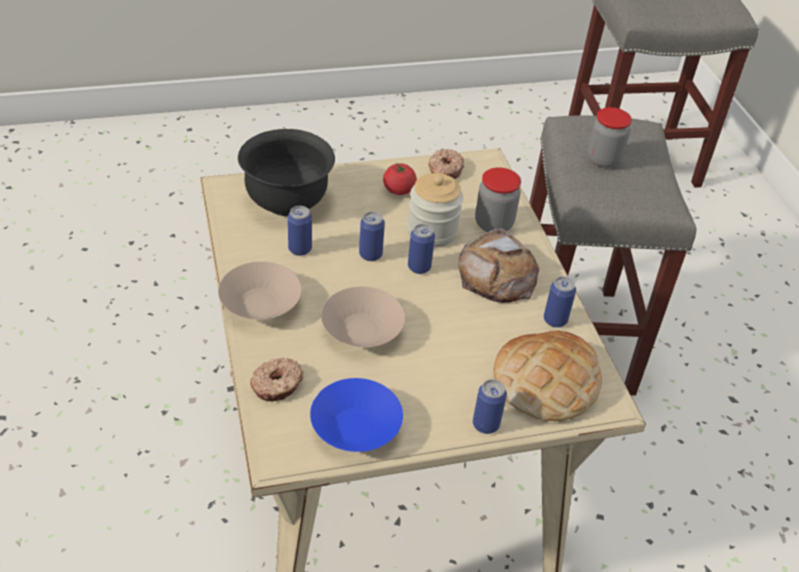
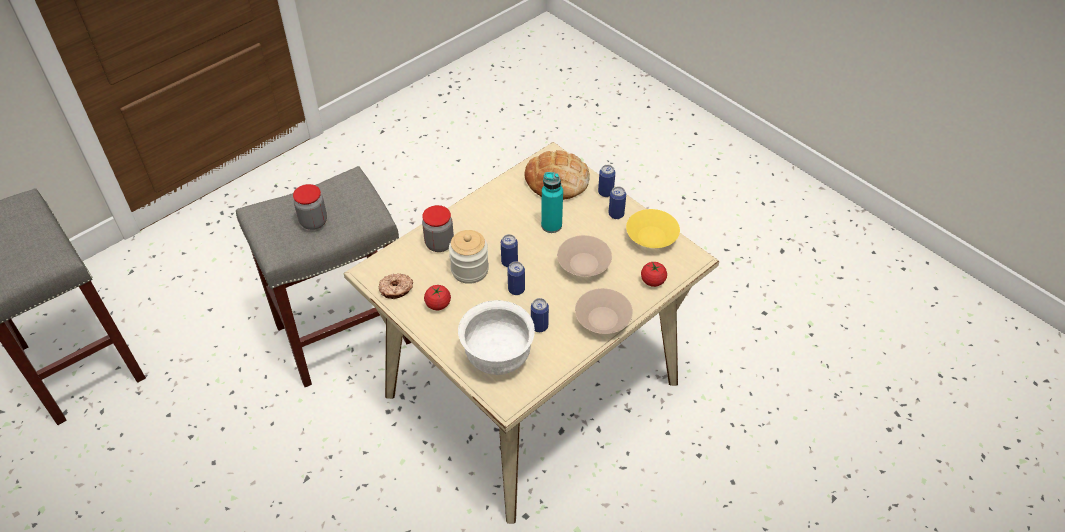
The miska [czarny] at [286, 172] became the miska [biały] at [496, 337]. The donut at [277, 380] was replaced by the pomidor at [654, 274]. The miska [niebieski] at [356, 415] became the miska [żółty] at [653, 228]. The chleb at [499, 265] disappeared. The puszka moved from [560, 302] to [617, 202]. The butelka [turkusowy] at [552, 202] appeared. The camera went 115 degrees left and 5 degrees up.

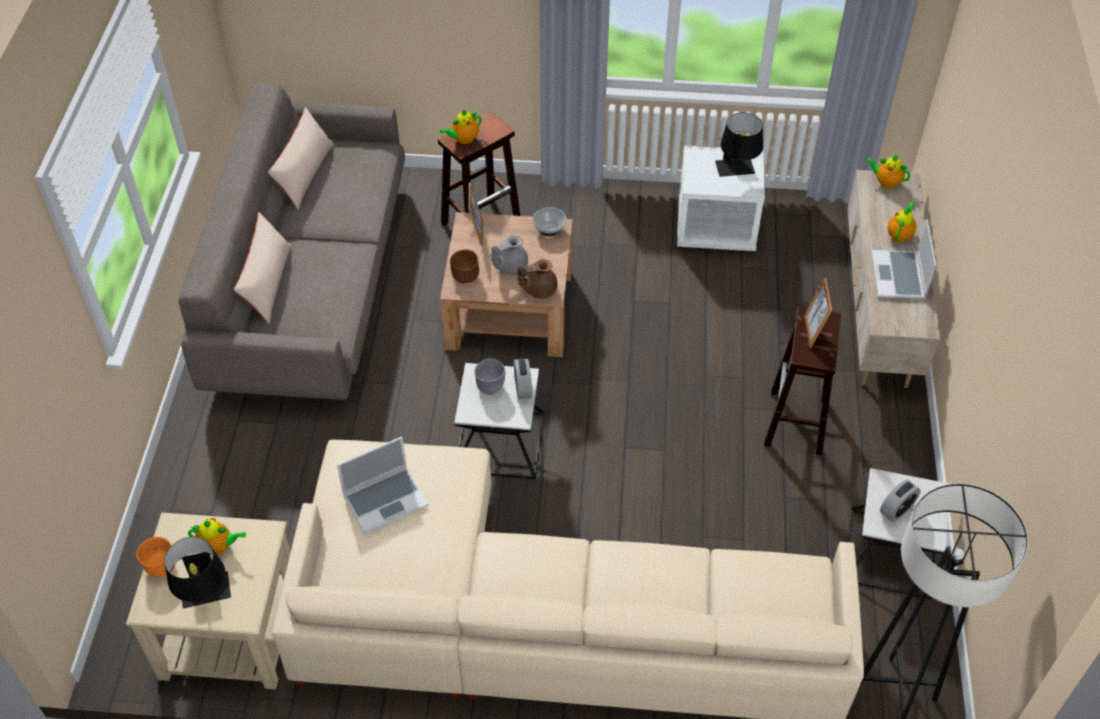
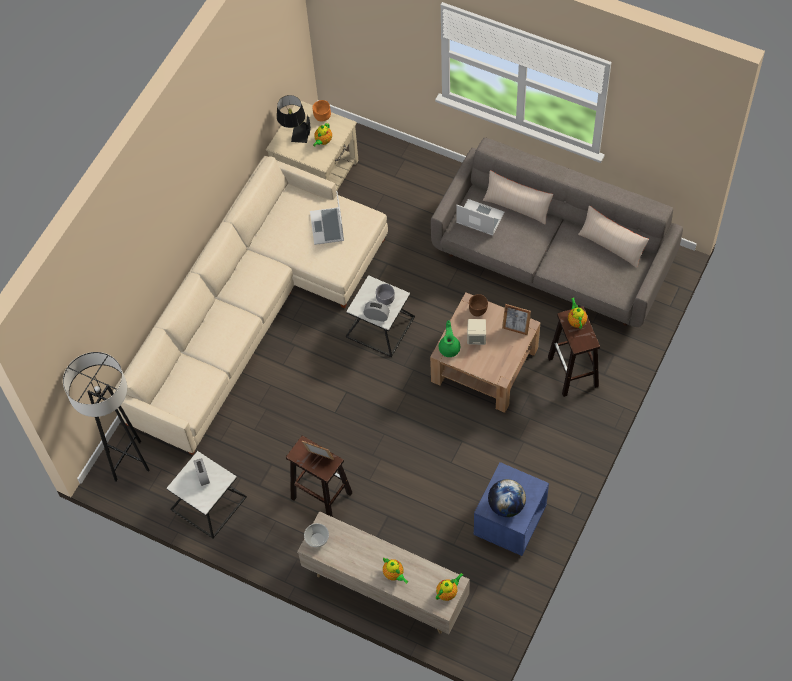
The imbryk [szary] at [510, 255] was replaced by the głośnik [beżowy] at [476, 332]. The imbryk [brązowy] at [538, 279] became the imbryk [zielony] at [449, 338]. The miska moved from [549, 222] to [316, 535]. The szafka nocna [biały] at [721, 198] became the szafka nocna [niebieski] at [511, 509]. The lampa stołowa [czarny] at [739, 144] was replaced by the globus at [507, 498]. The laptop moved from [903, 259] to [480, 217]. The camera went 115 degrees right and 10 degrees up.

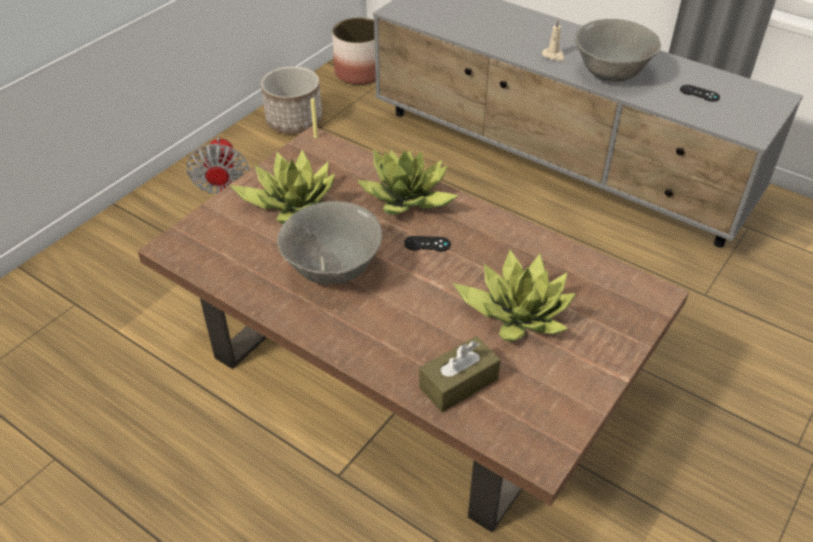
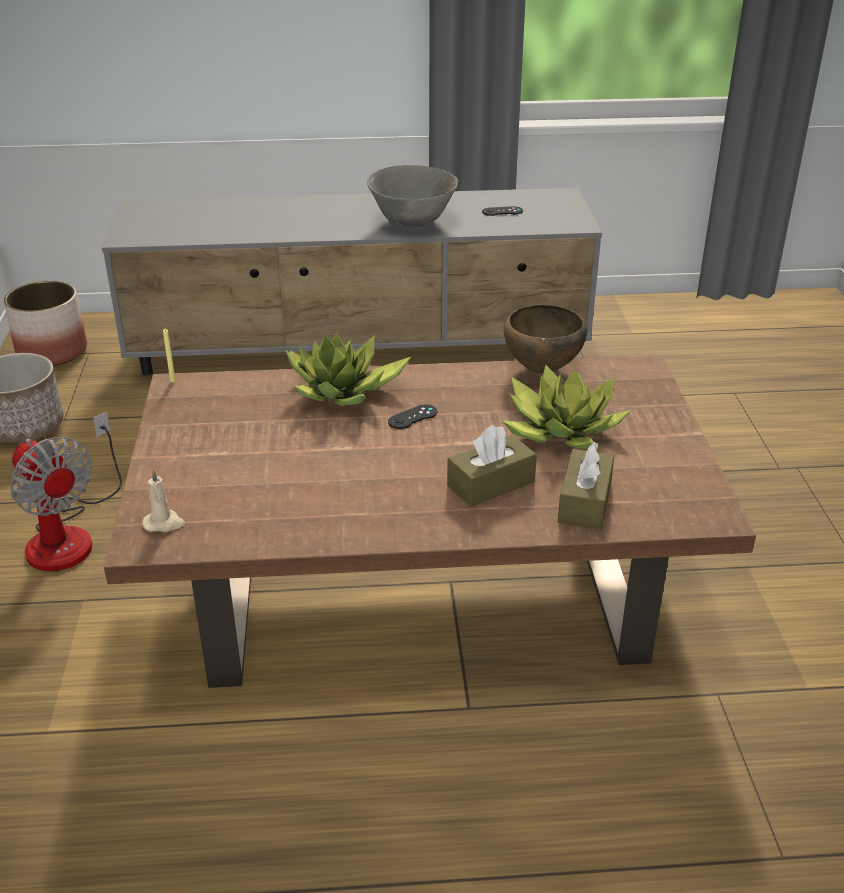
The roślina doniczkowa at [282, 187] disappeared. The miska [szary] at [329, 243] disappeared. The świeca [beżowy] moved from [553, 40] to [163, 500]. The pudełko chusteczek [brązowy] at [492, 466] appeared. The miska [brązowy] at [545, 338] appeared. The camera went 40 degrees left and 10 degrees down.

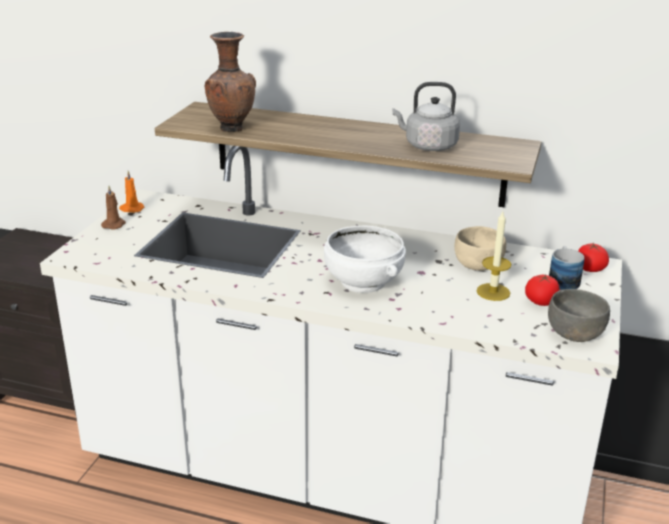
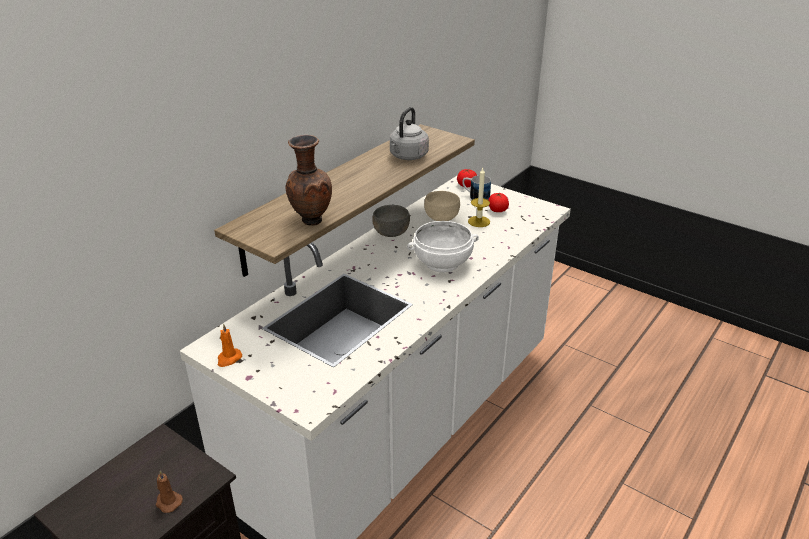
The świeca [brązowy] moved from [113, 208] to [169, 492]. The miska [szary] moved from [579, 315] to [391, 221]. The camera went 70 degrees left and 5 degrees up.

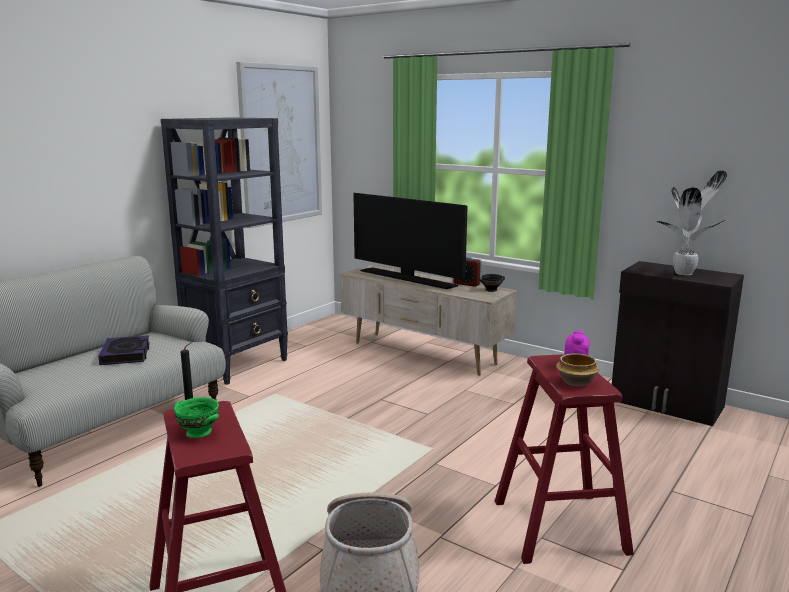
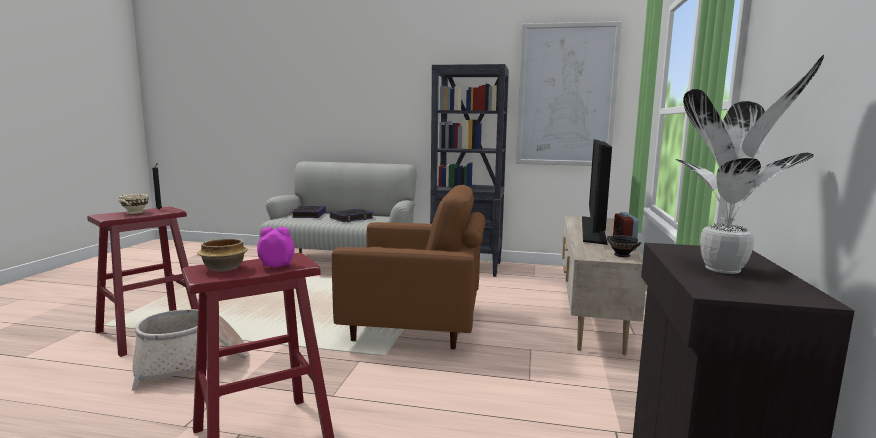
The miska [zielony] at [196, 417] became the miska [beżowy] at [133, 204]. The książka at [309, 212] appeared. The fotel [brązowy] at [409, 267] appeared. The camera went 65 degrees right and 5 degrees down.

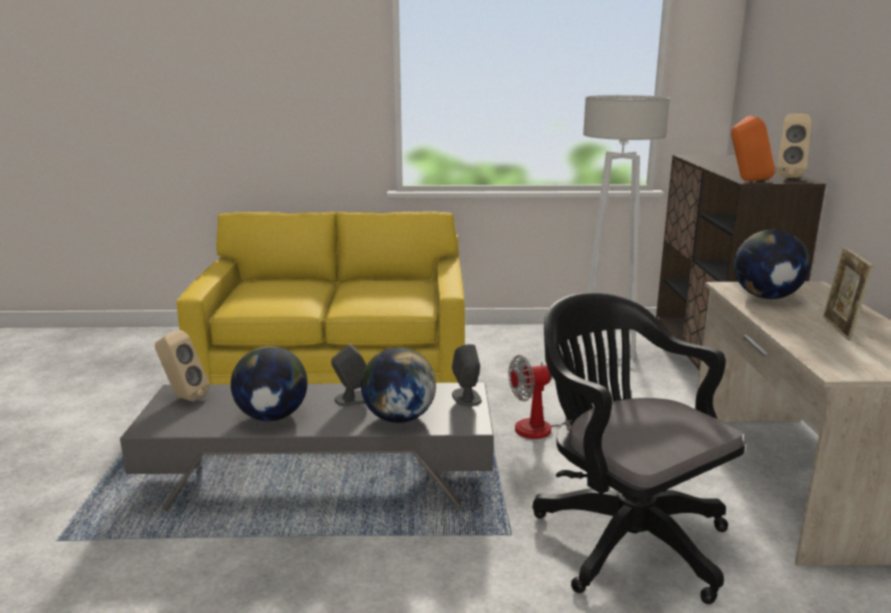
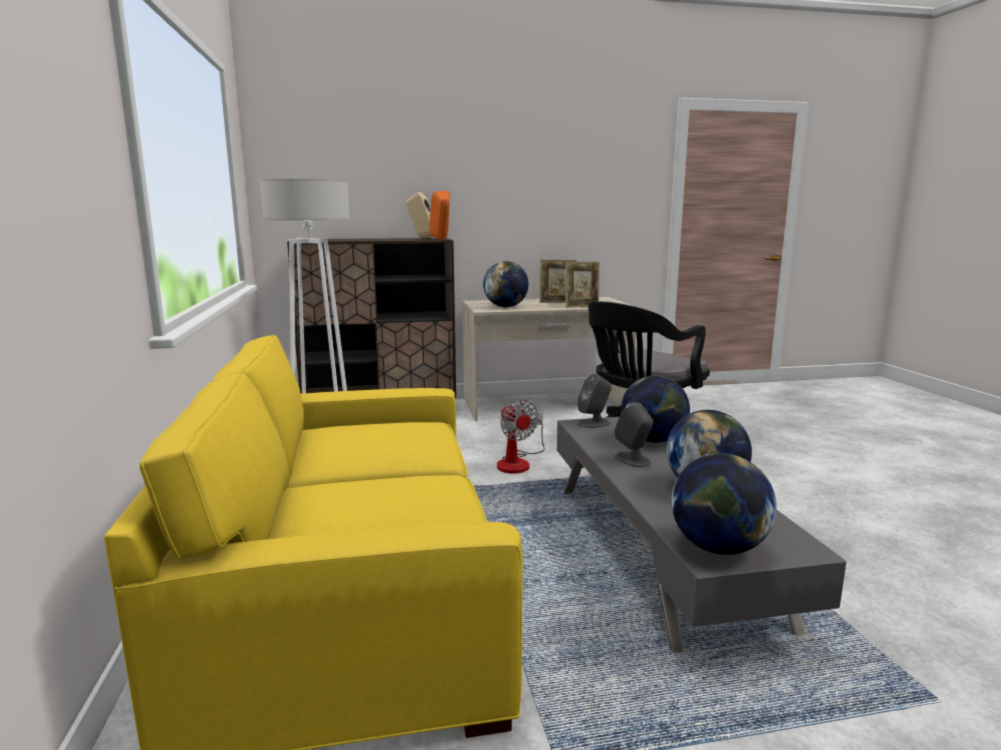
The głośnik [beżowy] at [182, 366] was replaced by the globus at [724, 504]. The ramka na zdjęcie at [583, 285] appeared. The camera went 100 degrees left and 5 degrees down.

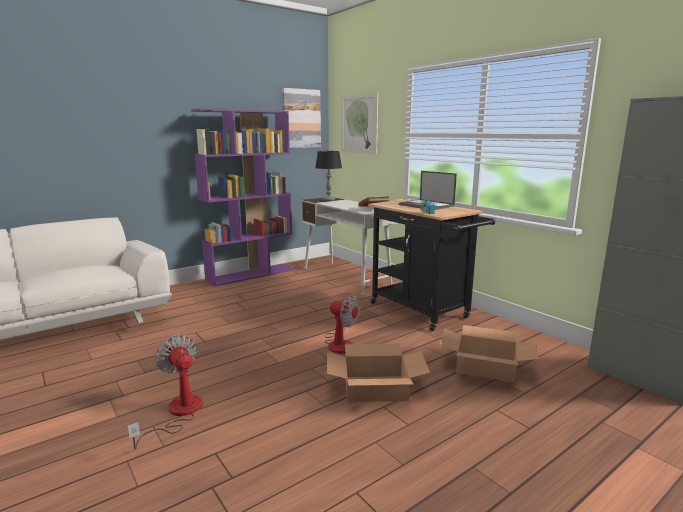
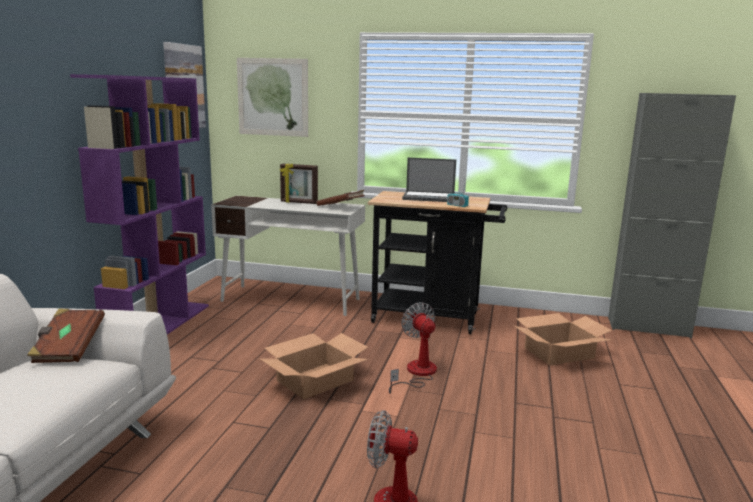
The lampa stołowa at [328, 176] disappeared. The wentylator at [342, 324] turned 105 degrees counterclockwise. The karton moved from [378, 373] to [313, 366]. The książka [brązowy] at [66, 336] appeared. The ramka na zdjęcie at [299, 184] appeared. The camera went 40 degrees left and 0 degrees up.

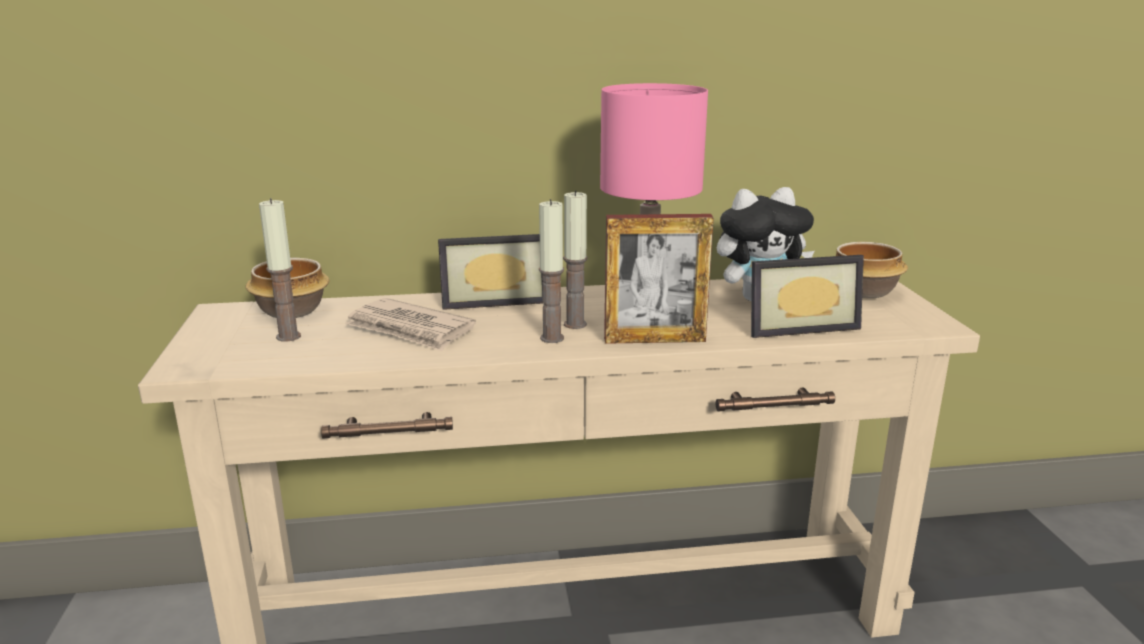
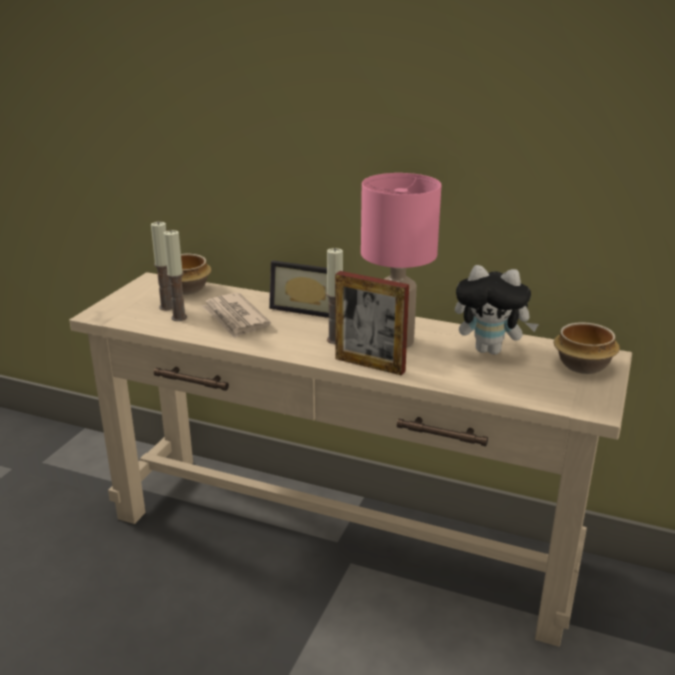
The świeca moved from [551, 271] to [175, 275]. The ramka na zdjęcie at [807, 296] disappeared. The camera went 30 degrees right and 5 degrees up.

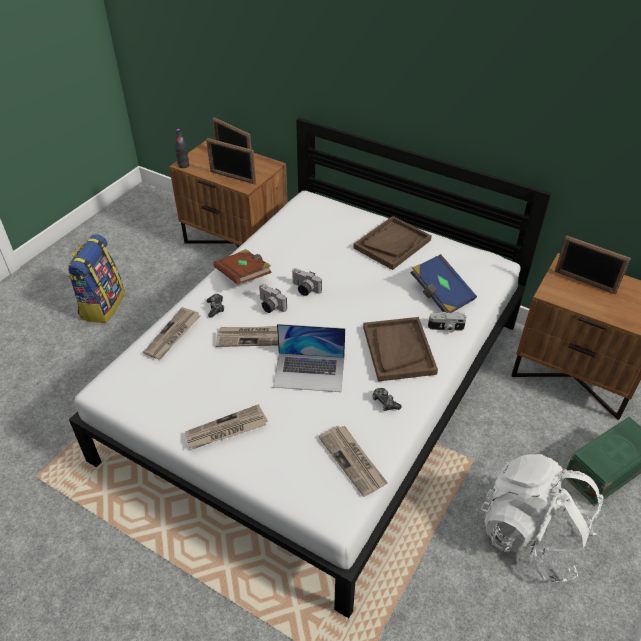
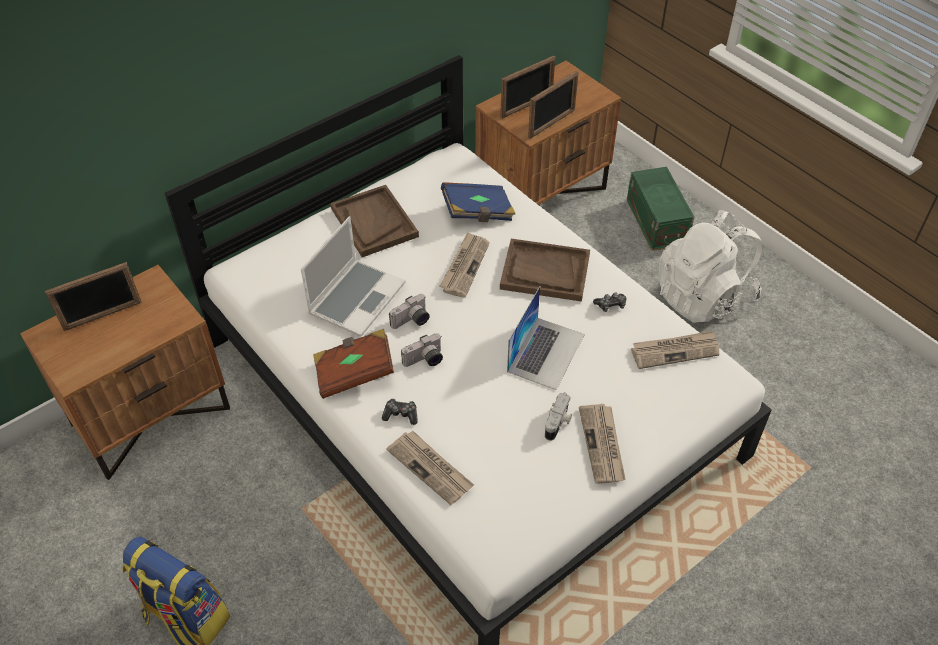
The butelka [czarny] at [182, 148] disappeared. The ramka na zdjęcie moved from [231, 161] to [553, 105]. The gazeta moved from [247, 336] to [464, 265]. The aparat fotograficzny moved from [447, 322] to [558, 416]. The laptop at [353, 276] appeared. The camera went 70 degrees left and 5 degrees up.

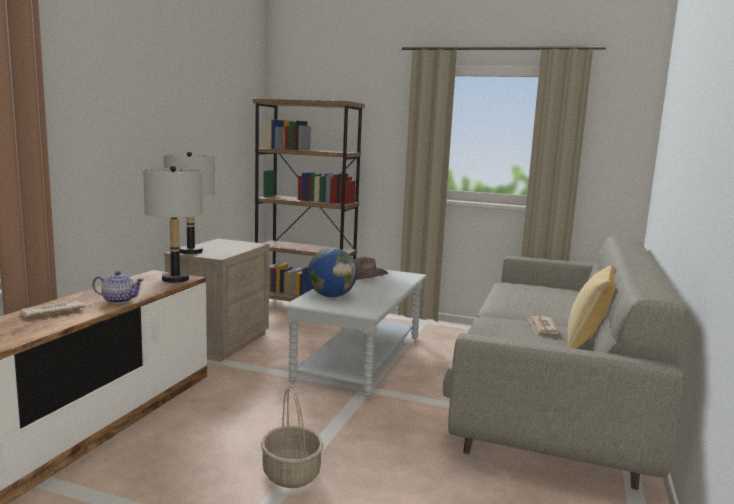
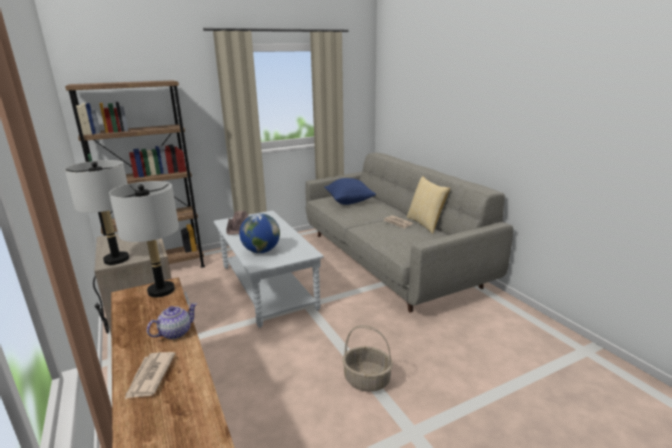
The poduszka [niebieski] at [350, 191] appeared. The camera went 45 degrees left and 10 degrees up.

